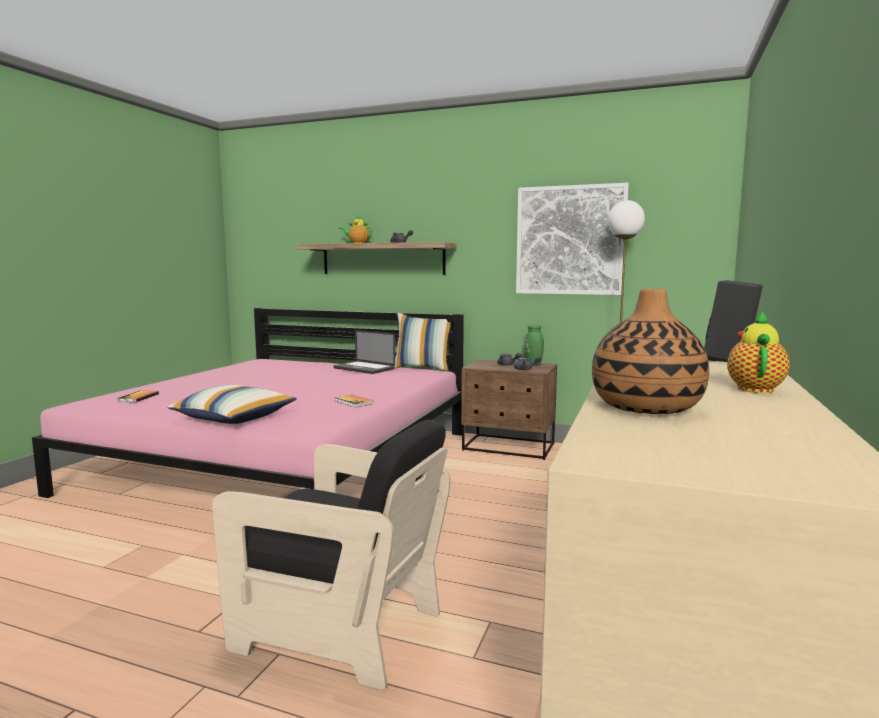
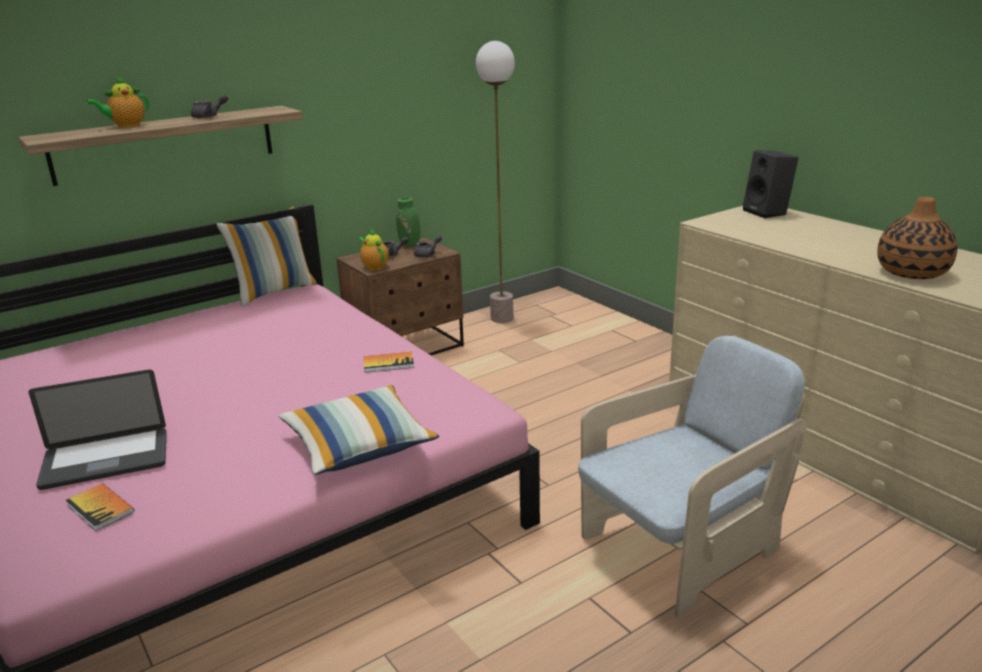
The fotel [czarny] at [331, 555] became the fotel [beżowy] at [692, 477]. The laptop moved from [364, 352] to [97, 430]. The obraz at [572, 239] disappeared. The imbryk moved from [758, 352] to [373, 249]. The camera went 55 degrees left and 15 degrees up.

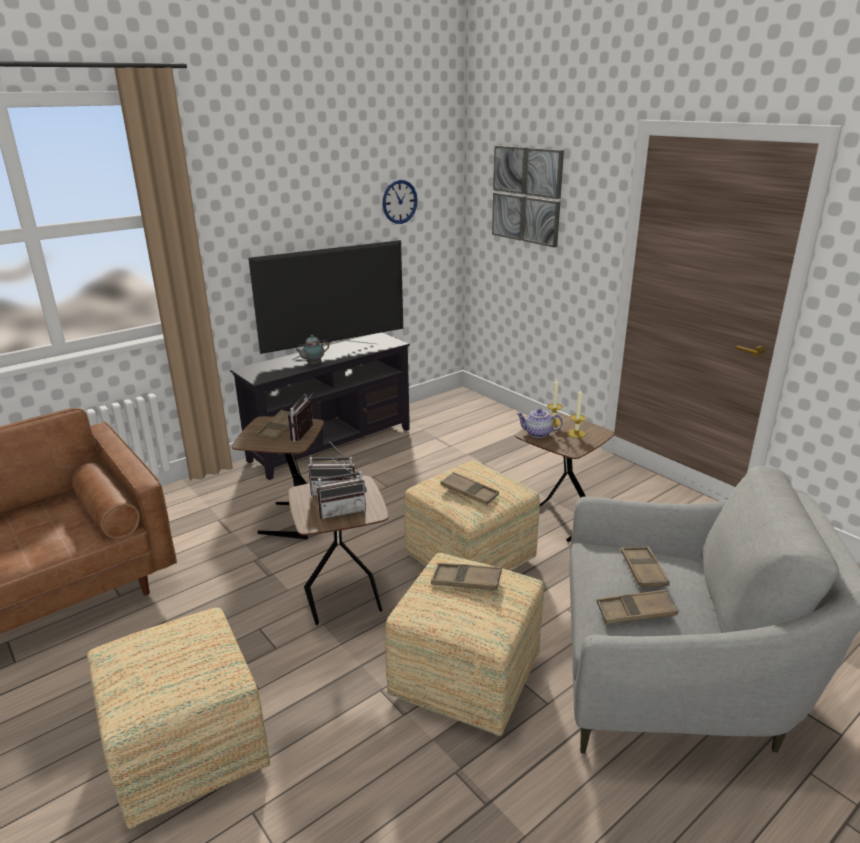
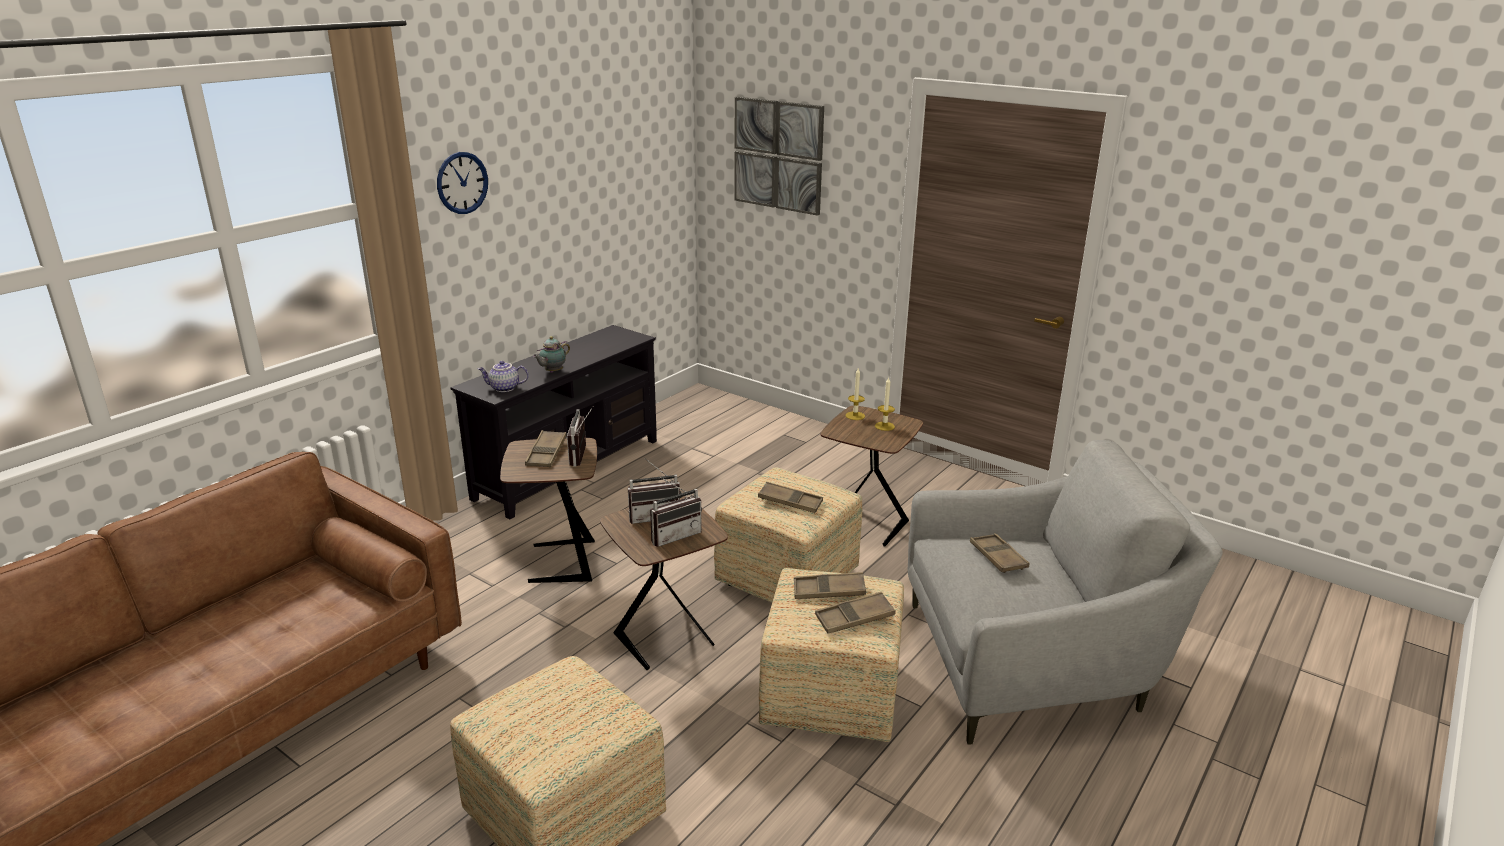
The telewizor at [325, 300] disappeared. The zegar ścienny moved from [400, 202] to [462, 183]. The imbryk moved from [540, 423] to [503, 376]. The taca [brązowy] moved from [637, 607] to [855, 613]. The camera went 15 degrees left and 0 degrees up.

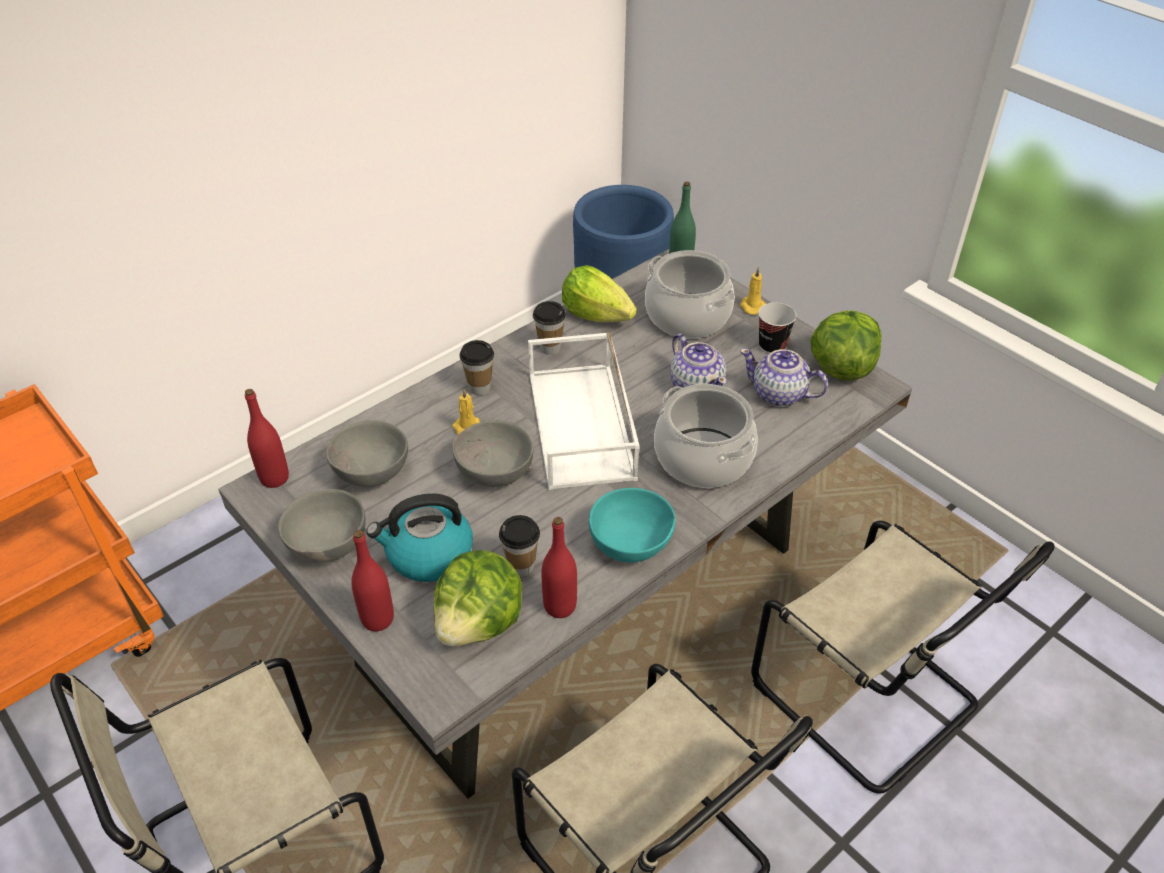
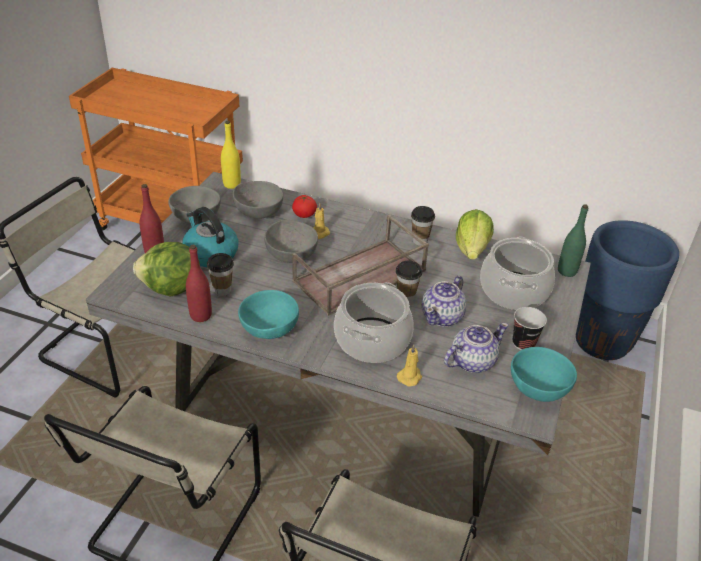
The butelka [czerwony] at [267, 438] became the butelka [żółty] at [231, 155]. The filiżanka moved from [477, 367] to [409, 282]. The taca [biały] at [583, 411] became the taca [brązowy] at [360, 265]. The świeca [żółty] moved from [752, 291] to [409, 365]. The imbryk at [784, 377] turned 60 degrees clockwise. The sałata at [846, 346] was replaced by the miska [turkusowy] at [544, 374]. The pomidor at [304, 206] appeared. The camera went 60 degrees right and 5 degrees down.

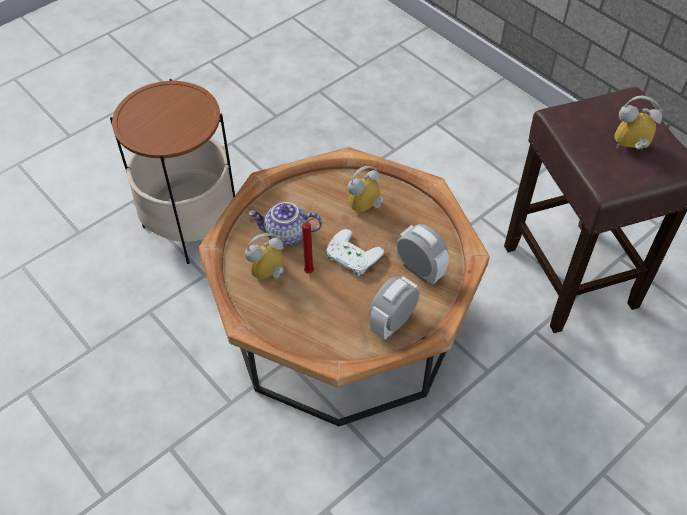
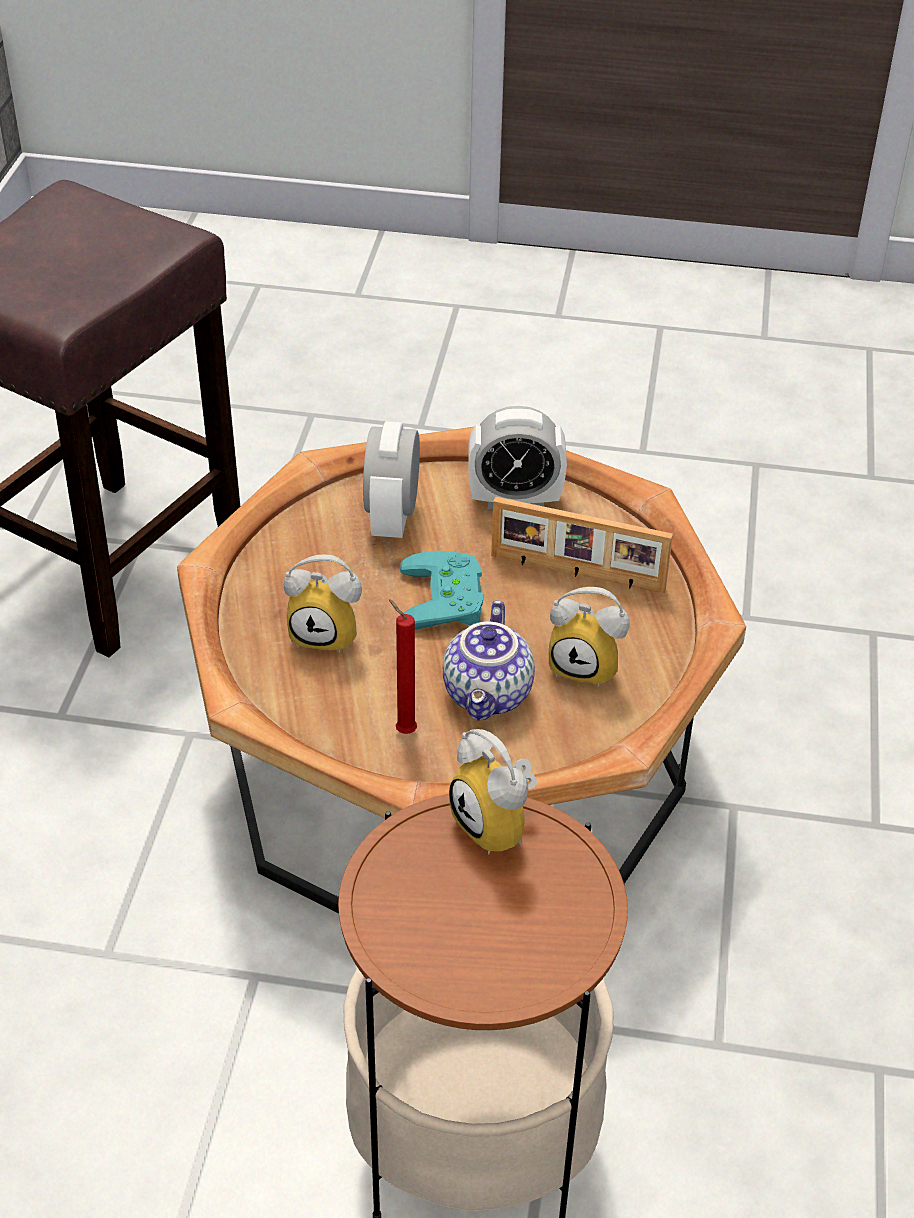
The imbryk at [285, 224] turned 45 degrees clockwise. The świeca [czerwony] moved from [308, 245] to [403, 666]. The pad do gier [biały] at [355, 252] became the pad do gier [turkusowy] at [441, 590]. The budzik moved from [638, 123] to [493, 791]. The ramka na zdjęcie at [582, 544] appeared. The camera went 130 degrees left and 10 degrees down.

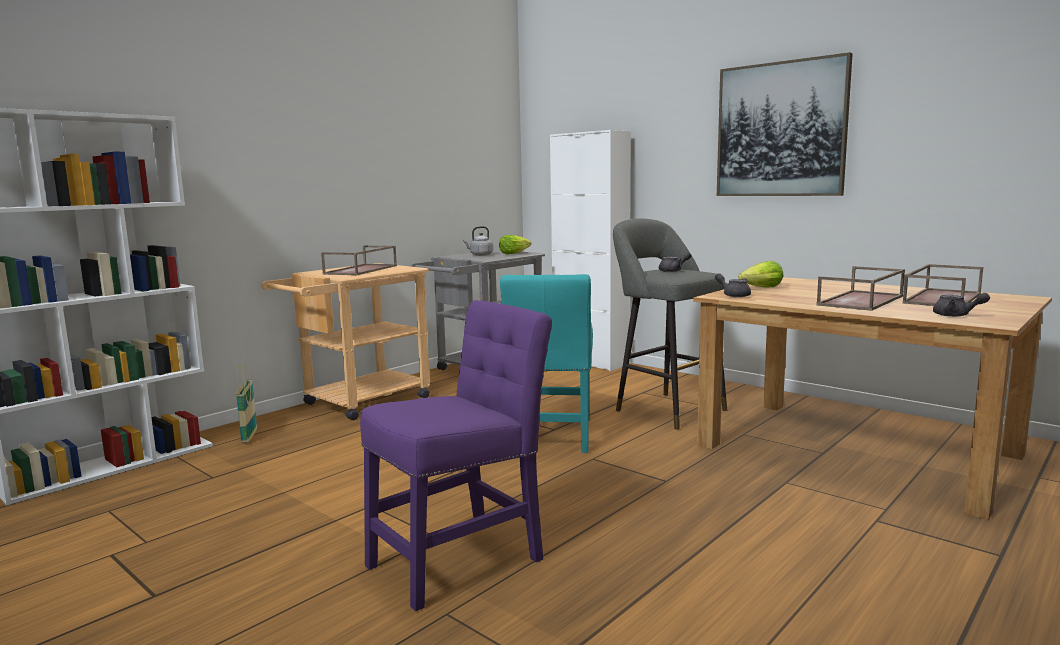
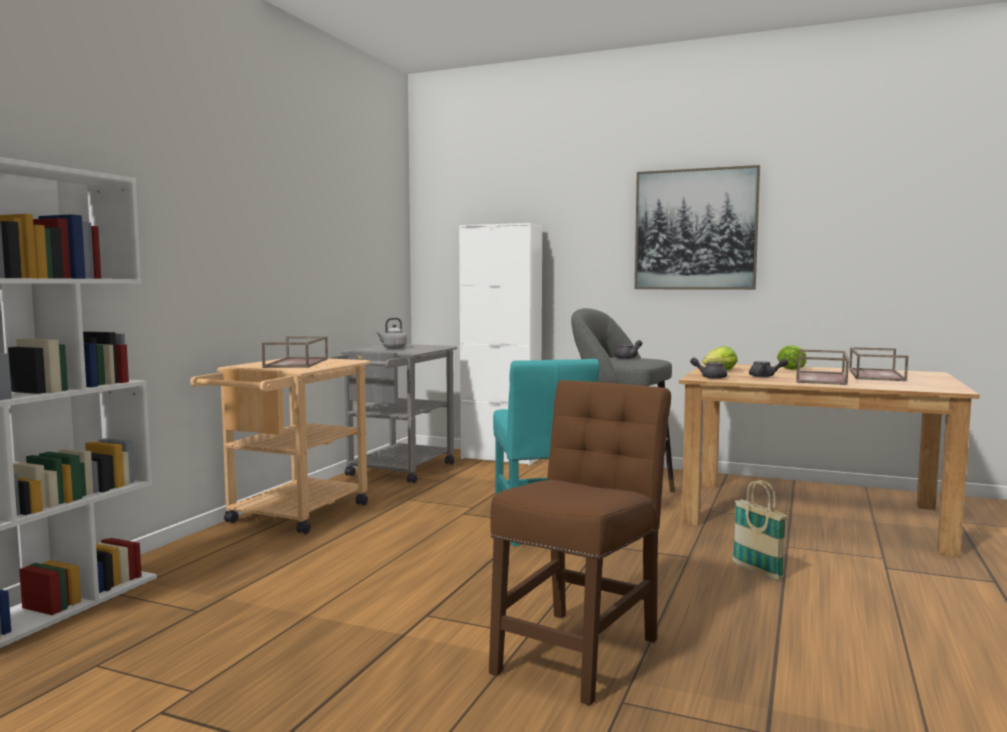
The koszyk moved from [246, 403] to [759, 530]. The krzesło [fioletowy] at [456, 455] became the krzesło [brązowy] at [580, 542]. The sałata moved from [515, 245] to [791, 357]. The imbryk [szary] moved from [961, 305] to [768, 367]. The camera went 20 degrees left and 5 degrees down.

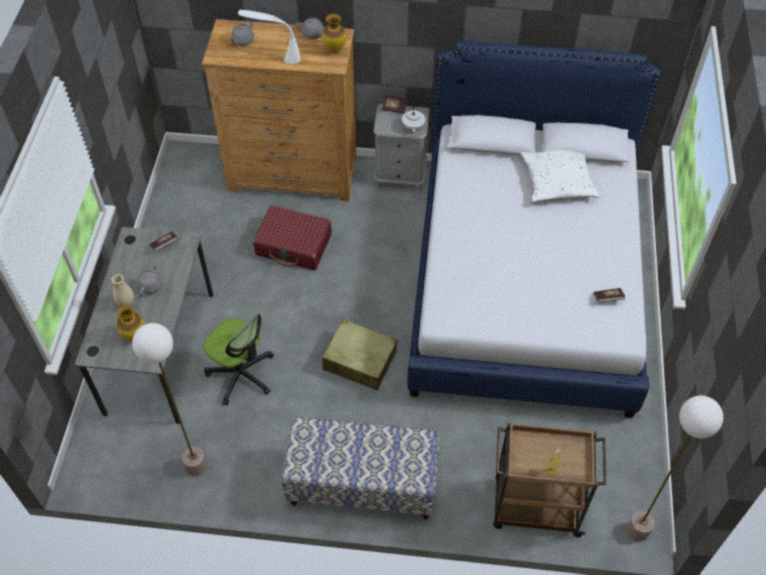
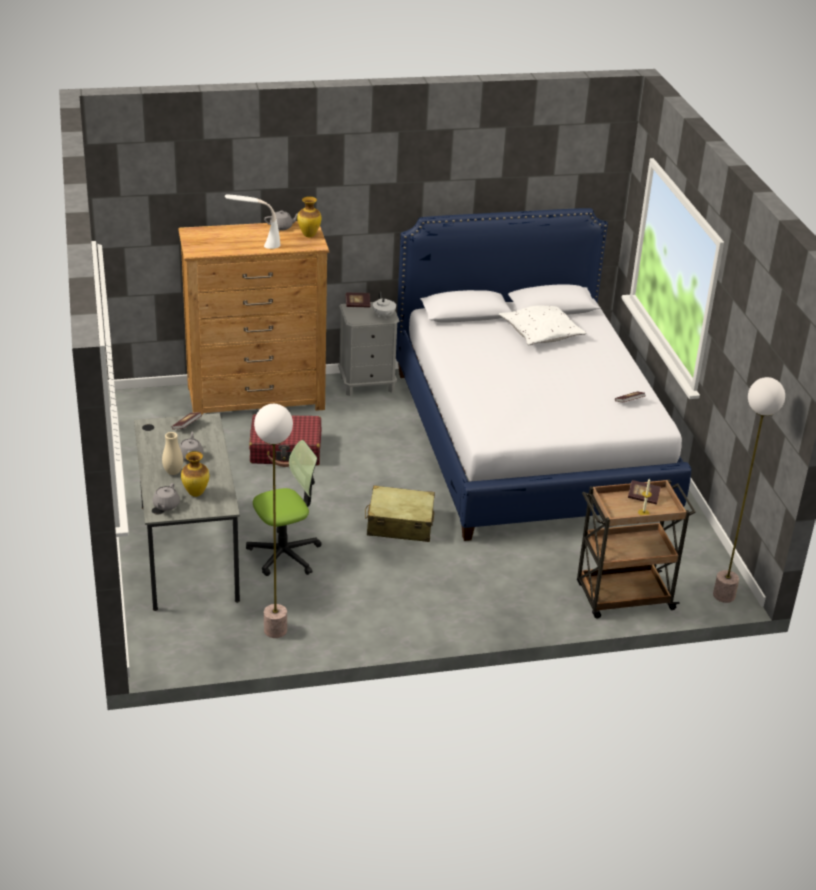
The krzesło biurowe at [238, 359] turned 45 degrees counterclockwise. The imbryk [szary] moved from [242, 34] to [166, 497]. The ławka at [361, 468] disappeared. The książka at [644, 492] appeared. The camera went 20 degrees left and 20 degrees down.

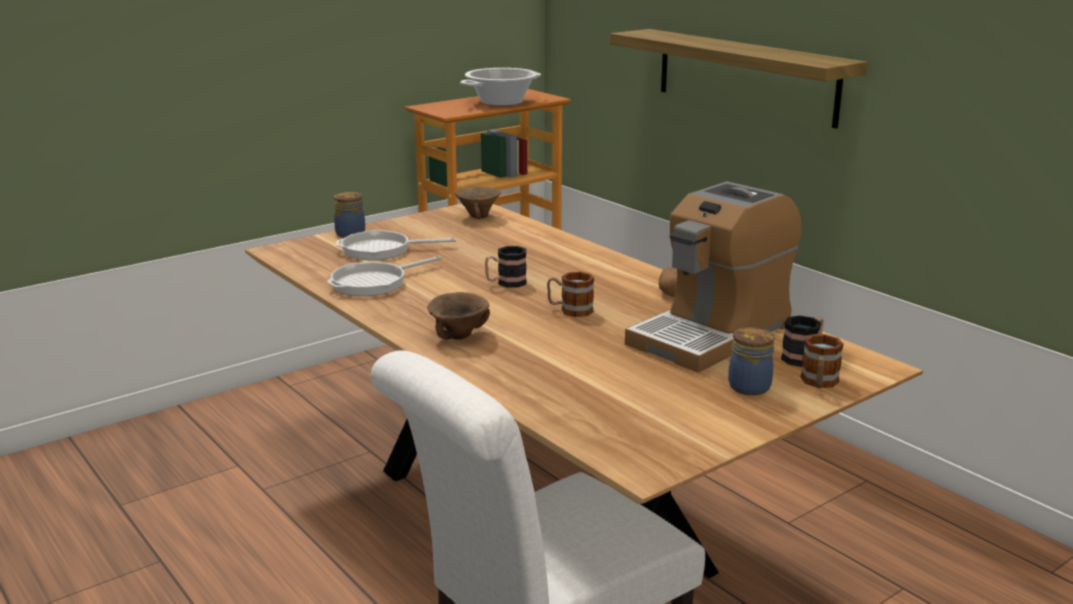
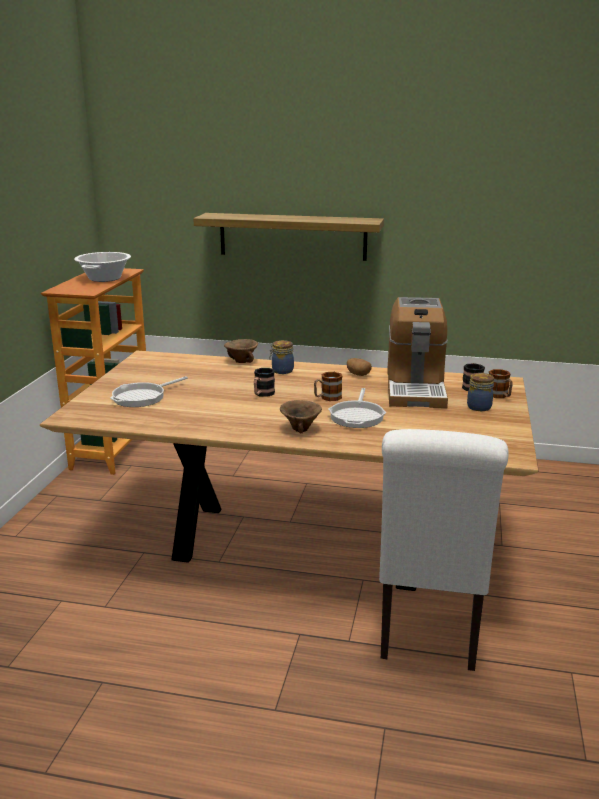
The patelnia moved from [384, 276] to [357, 408]. The słoik moved from [349, 215] to [281, 357]. The miska [brązowy] moved from [478, 203] to [241, 351]. The camera went 40 degrees left and 0 degrees up.

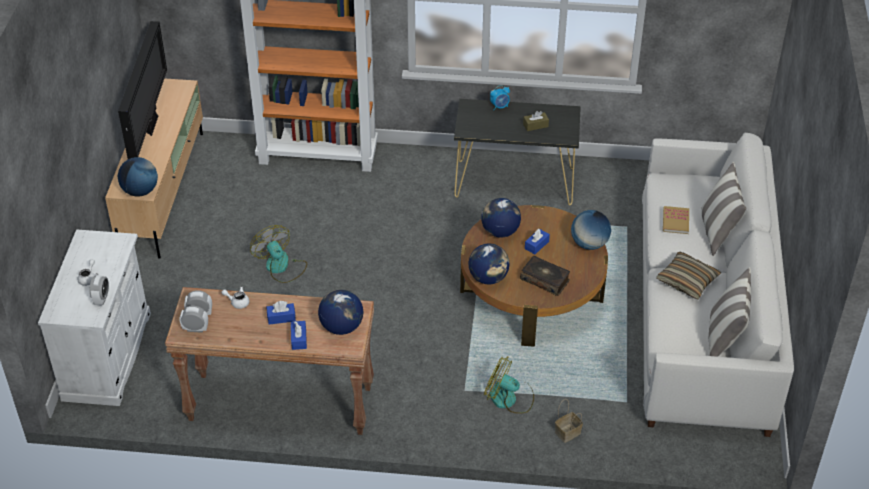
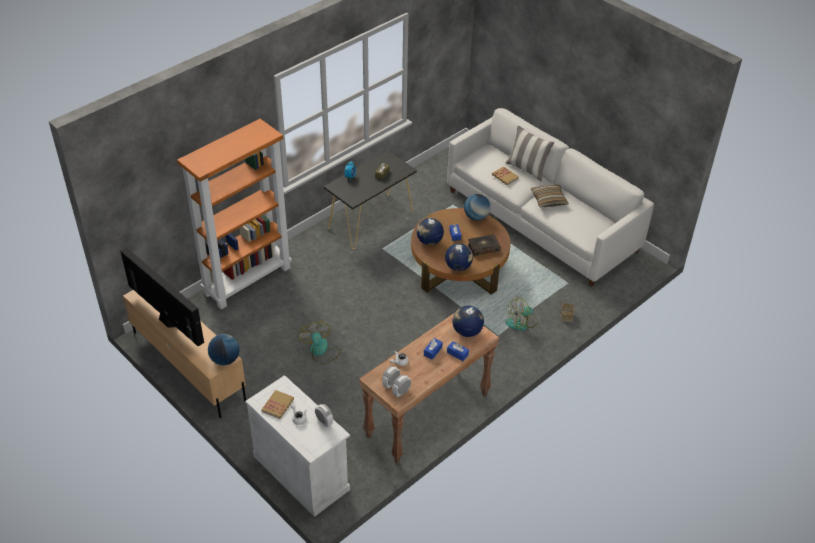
The wentylator at [278, 254] turned 60 degrees clockwise. The poduszka at [730, 312] disappeared. The książka at [277, 404] appeared. The camera went 50 degrees left and 0 degrees up.

